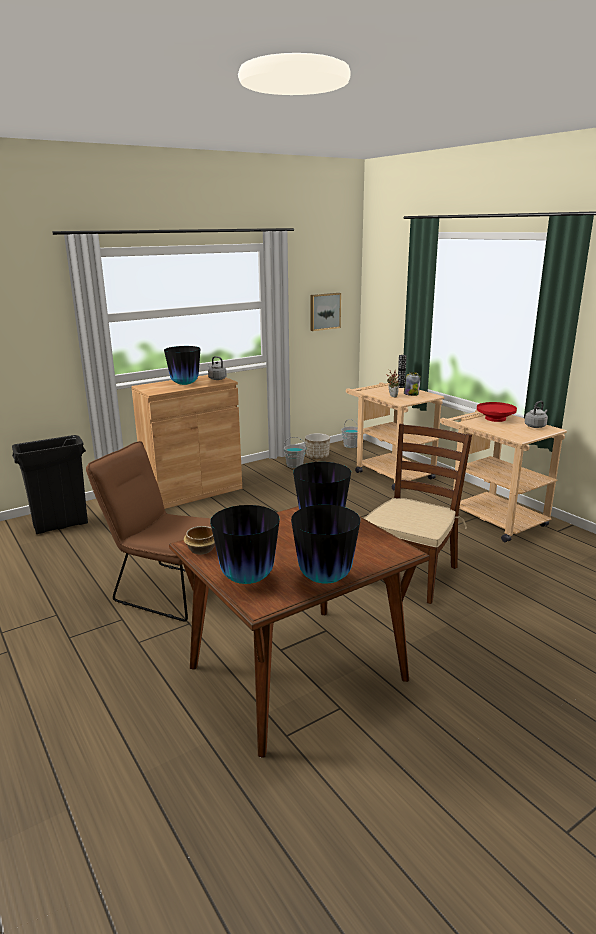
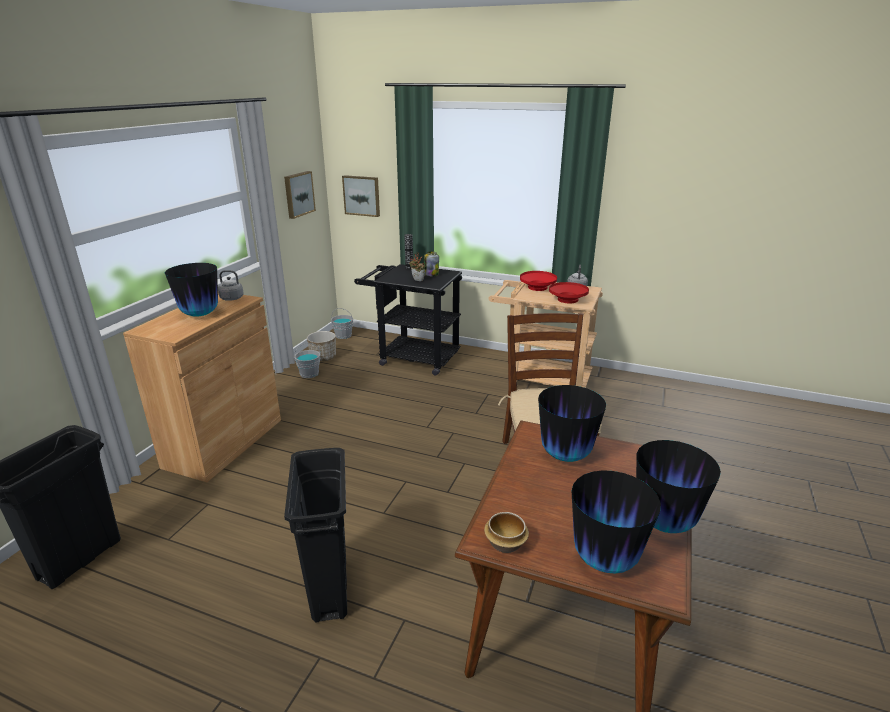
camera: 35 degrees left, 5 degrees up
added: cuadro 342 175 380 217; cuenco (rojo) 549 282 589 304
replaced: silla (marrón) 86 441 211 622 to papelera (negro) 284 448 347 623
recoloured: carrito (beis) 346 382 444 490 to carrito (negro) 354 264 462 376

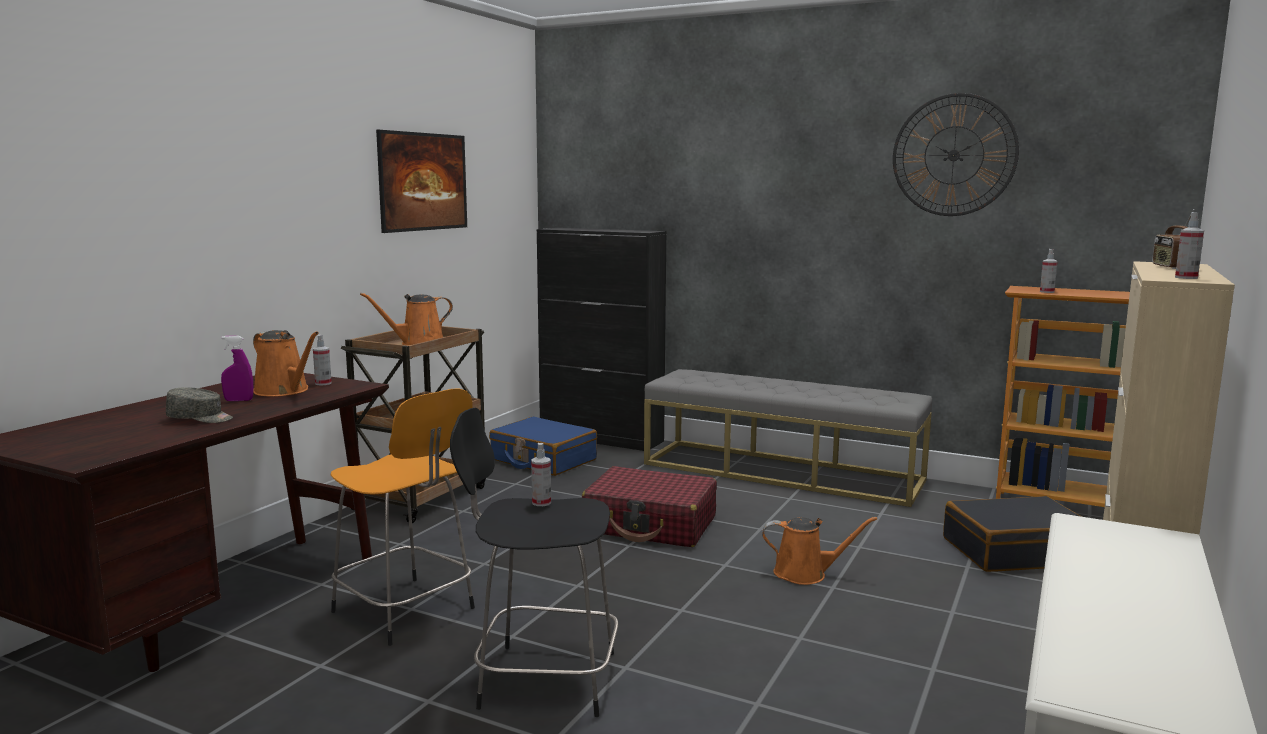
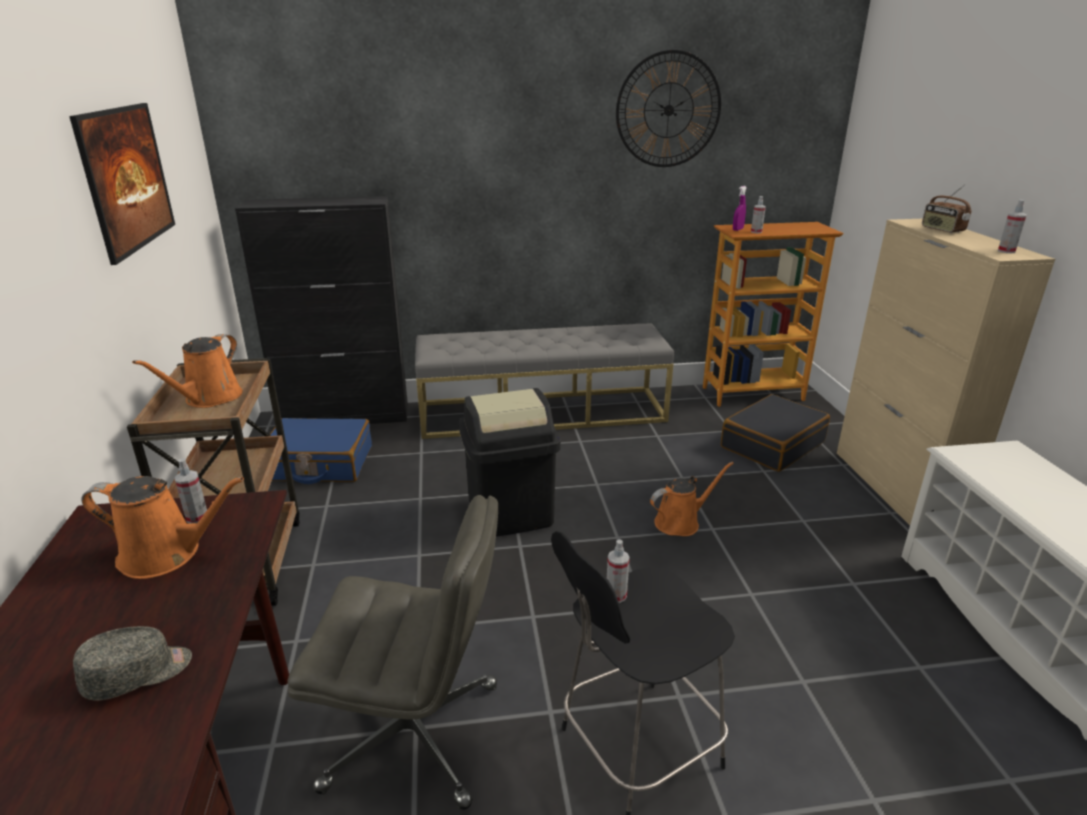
camera: 35 degrees left, 15 degrees up
moved: pulverizador (morado) 221 336 254 401 to 733 186 747 231
replaced: taburete (naranja) 330 389 475 646 to silla de oficina (gris) 287 495 498 810; maleta (rojo) 582 466 717 547 to papelera (negro) 459 388 561 537

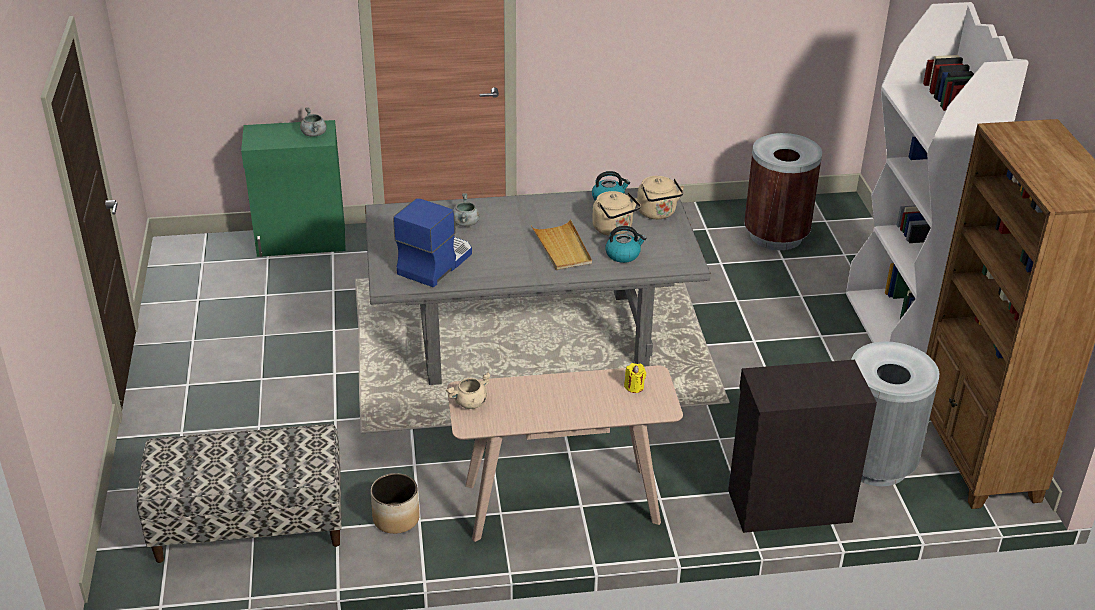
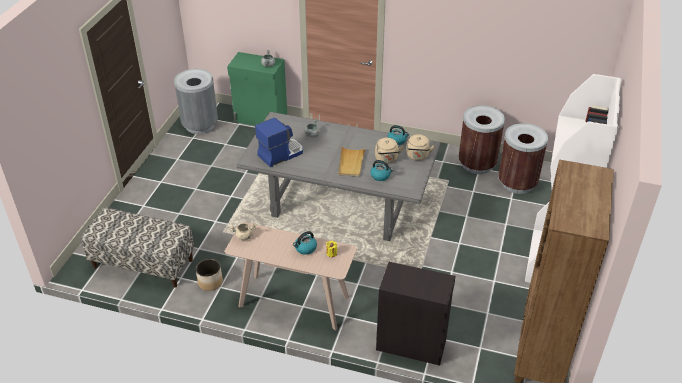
camera: 25 degrees right, 5 degrees up
added: hervidor 293 231 317 255; papelera (marrón) 459 105 505 174
moved: papelera (gris) 851 341 939 486 to 174 69 218 134

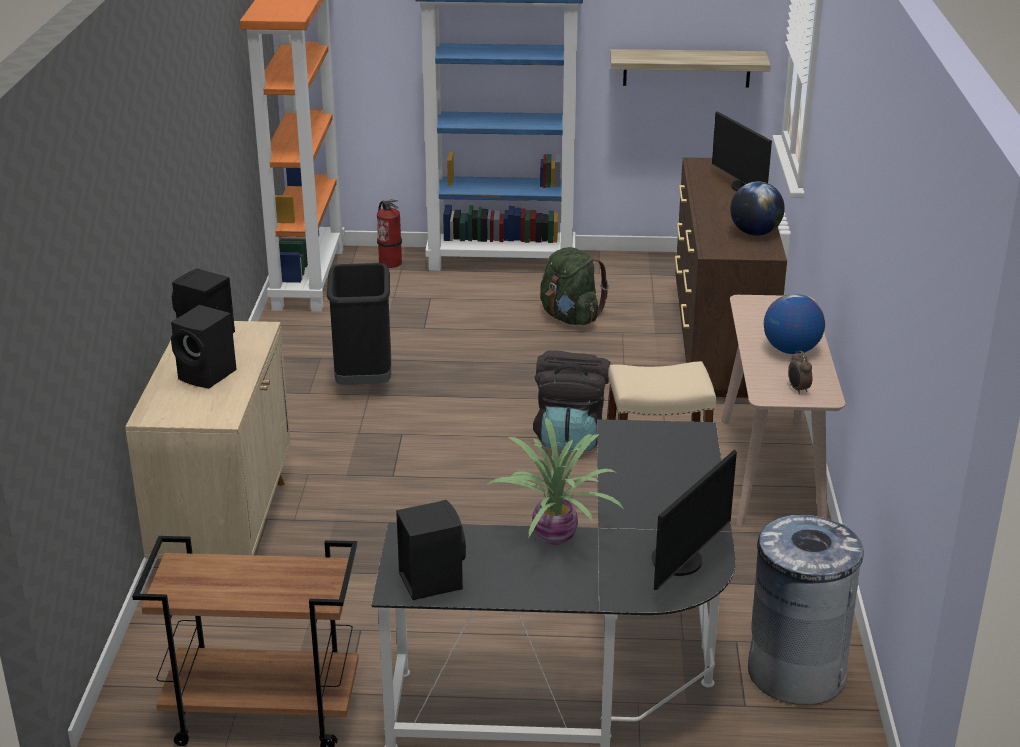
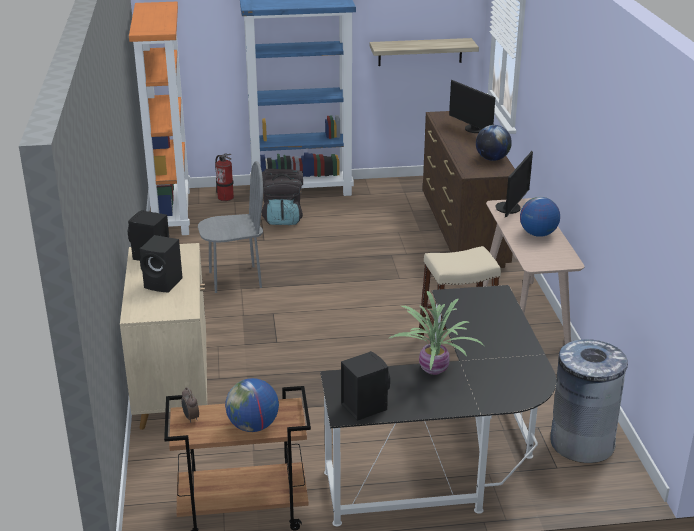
camera: 10 degrees left, 0 degrees up
removed: mochila (verde) 540 247 609 325
added: globo terráqueo 225 378 279 432
moved: despertador 788 351 813 395 to 181 387 199 423; mochila (negro) 533 350 610 451 to 262 169 303 225; monitor 651 449 737 590 to 495 151 533 217
replaced: papelera (negro) 327 263 391 385 to silla (gris) 198 161 263 293

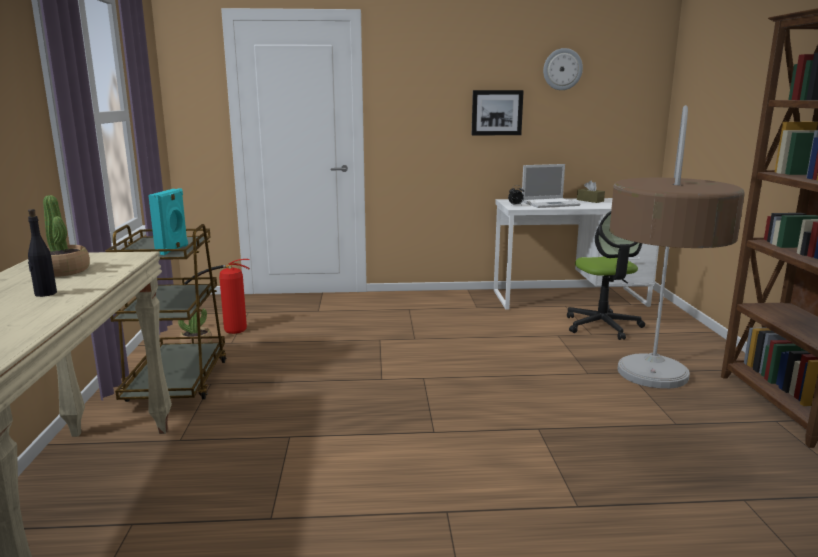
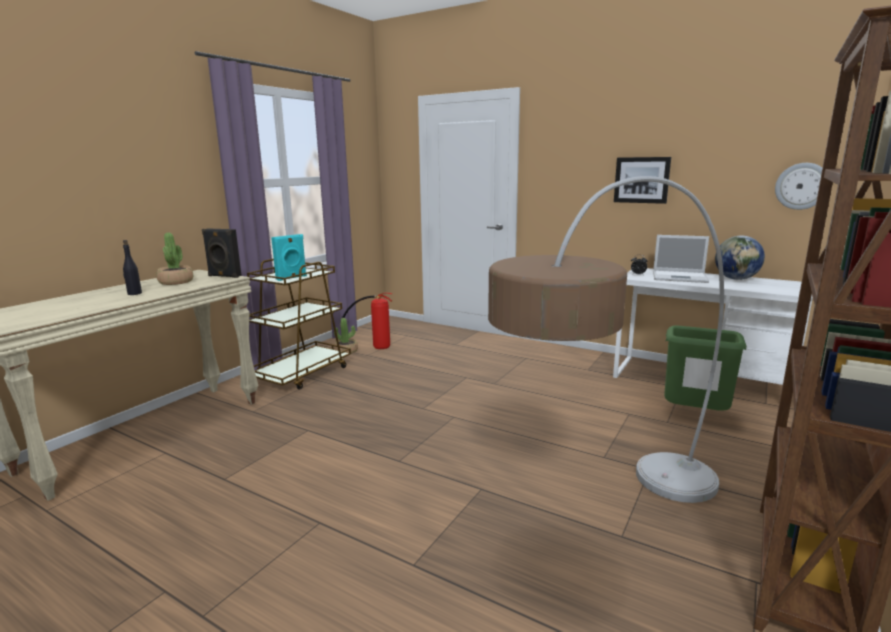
camera: 35 degrees right, 0 degrees up
added: altavoz (negro) 202 229 242 278
moved: reloj de pared 543 48 583 90 to 775 163 822 210
replaced: silla de oficina 567 211 645 340 to papelera (verde) 664 325 747 411; caja de pañuelos (marrón) 577 180 605 203 to globo terráqueo 715 235 765 280

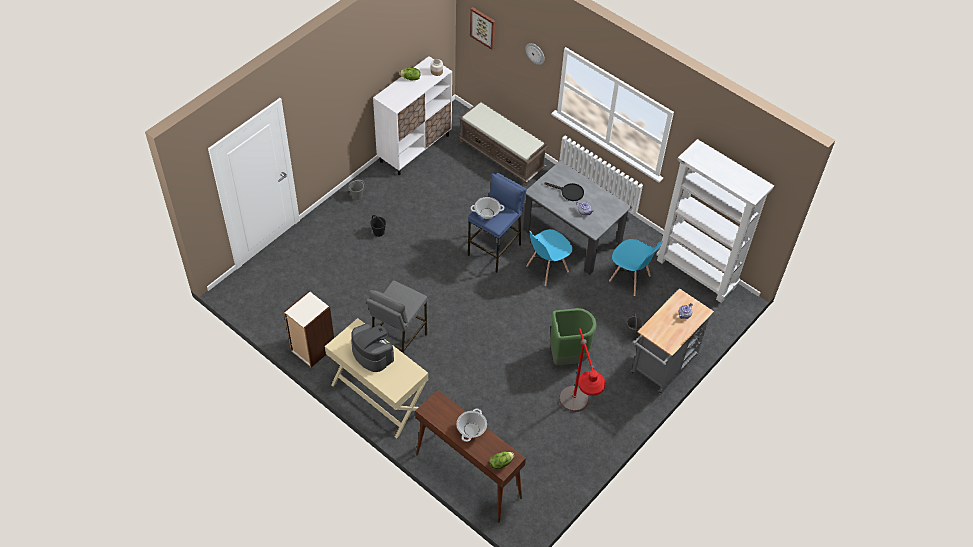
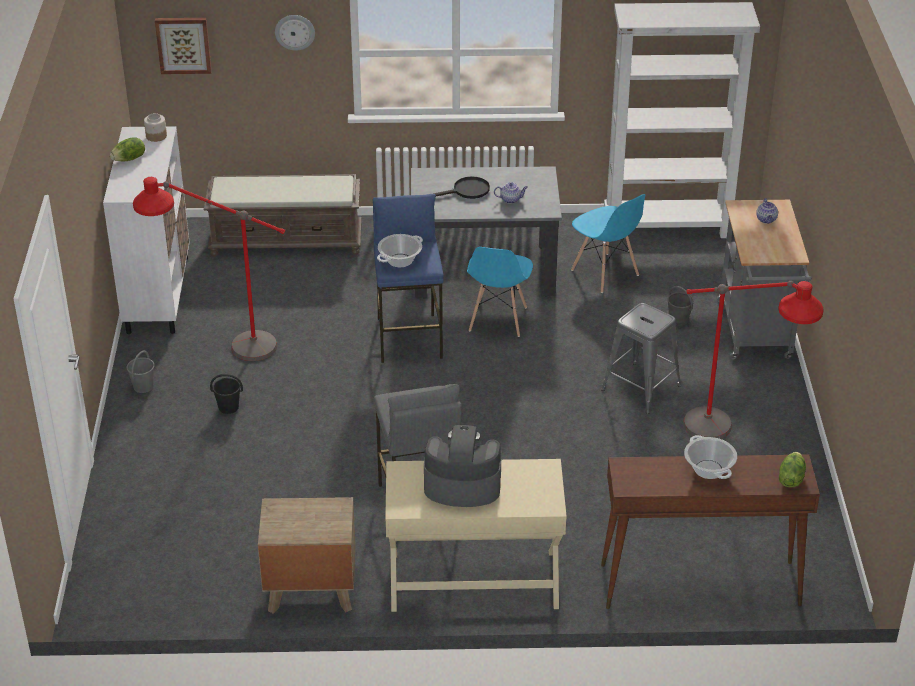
camera: 40 degrees left, 15 degrees down
added: lámpara de pie (rojo) 133 177 285 361
replaced: estantería 284 291 334 368 to mesita de noche (marrón) 258 497 355 614; papelera (verde) 550 308 597 366 to taburete (gris) 601 303 681 414
turned: silla (azul) 609 239 662 296 = 571 194 645 293 60 degrees clockwise

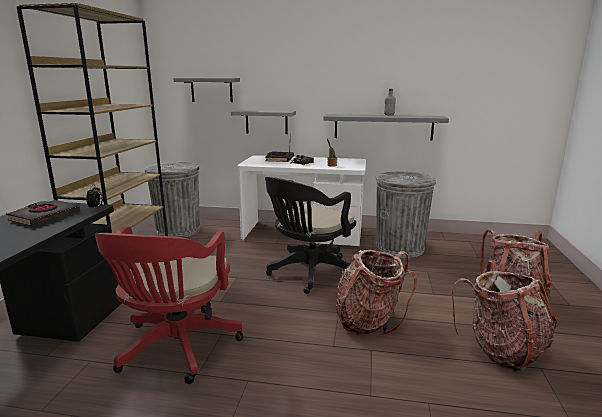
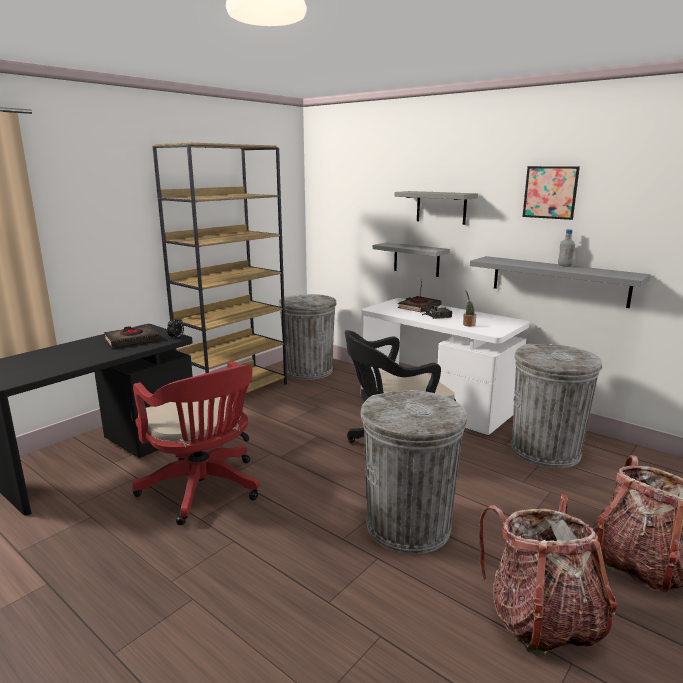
camera: 30 degrees right, 0 degrees up
added: cuadro 523 166 580 220
moved: estante (gris) 173 78 240 102 to 394 191 478 225
replaced: mochila 336 250 417 336 to papelera (gris) 361 390 467 554
turned: silla de oficina (rojo) 95 227 244 384 = 133 361 259 525 75 degrees counterclockwise

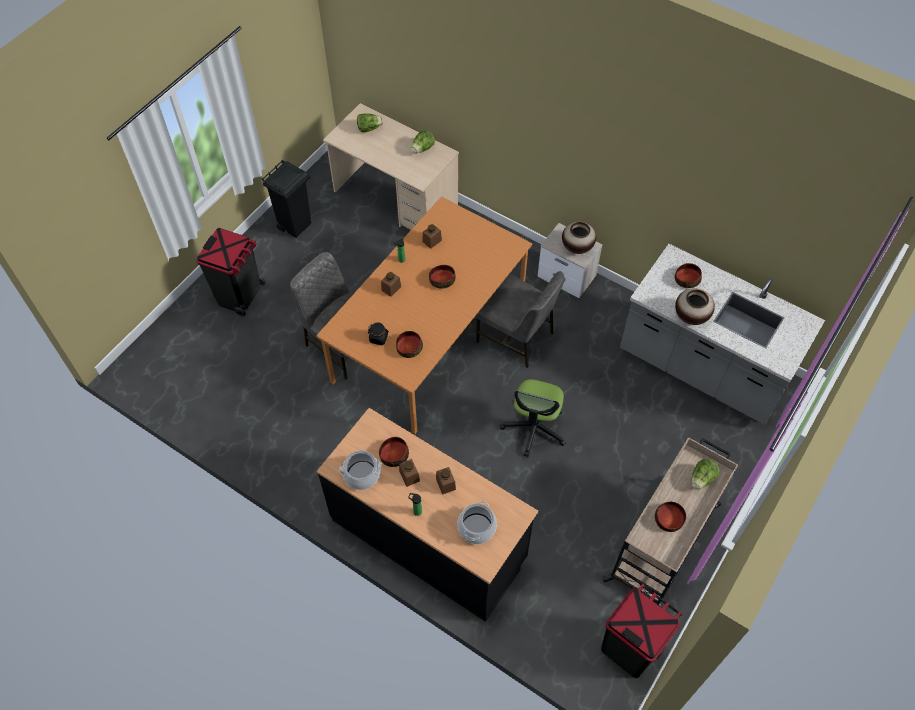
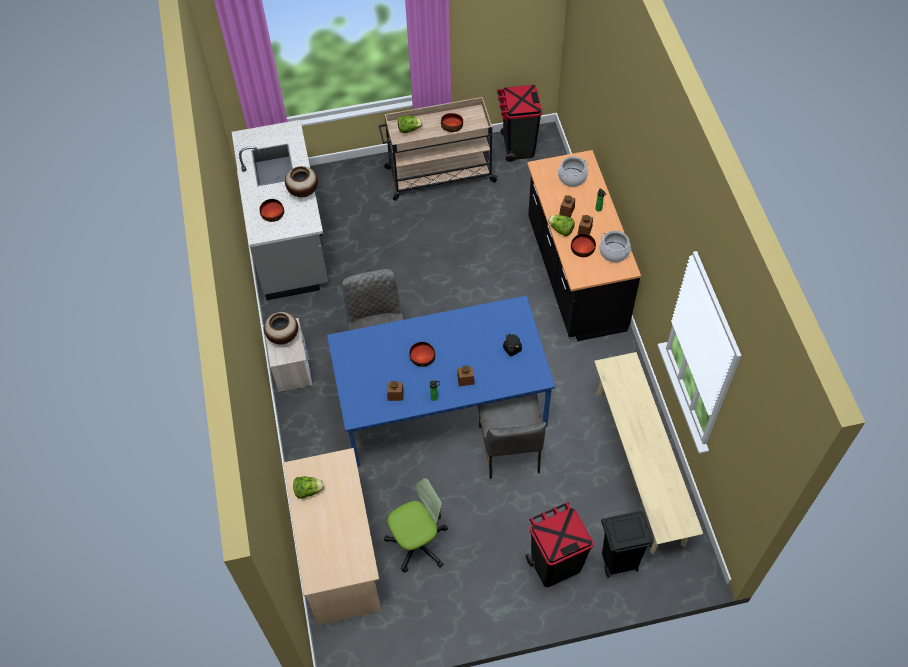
camera: 135 degrees left, 0 degrees up
removed: cuenco 396 331 423 358
added: banco (beis) 594 352 703 554
moved: silla de oficina 500 379 566 457 to 384 478 448 573; lechuga 357 113 383 132 to 548 215 575 236; papelera (negro) 262 160 311 238 to 601 511 653 577
recoloured: mesa de comedor (naranja) 316 197 532 434 to mesa de comedor (azul) 327 296 555 467

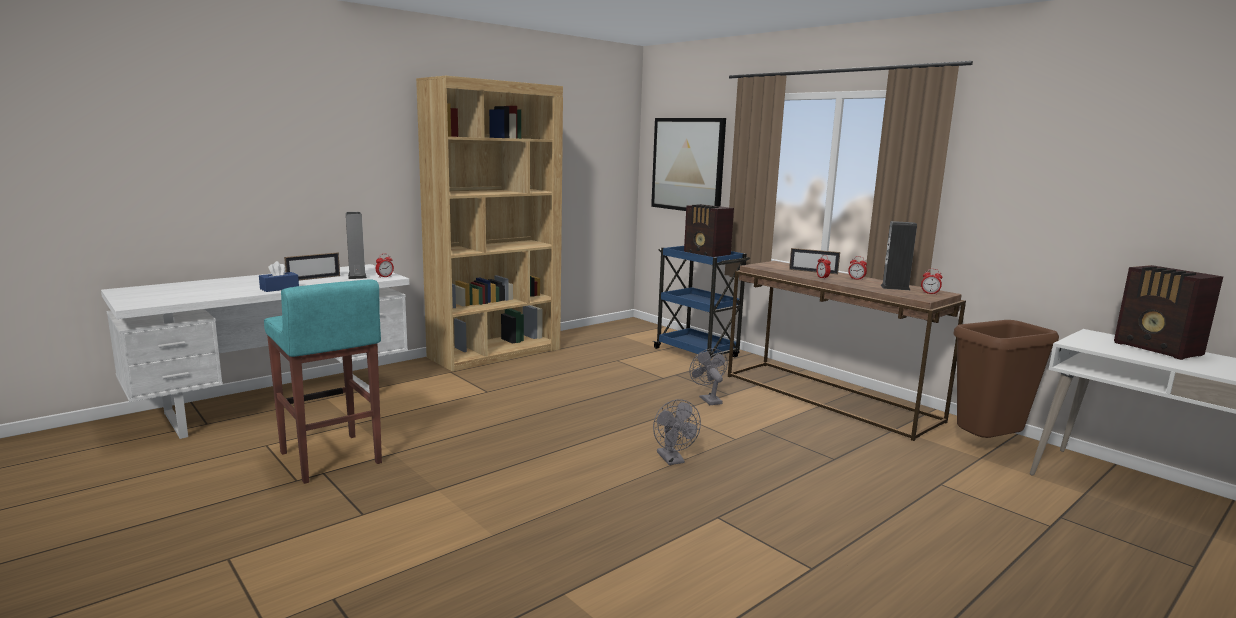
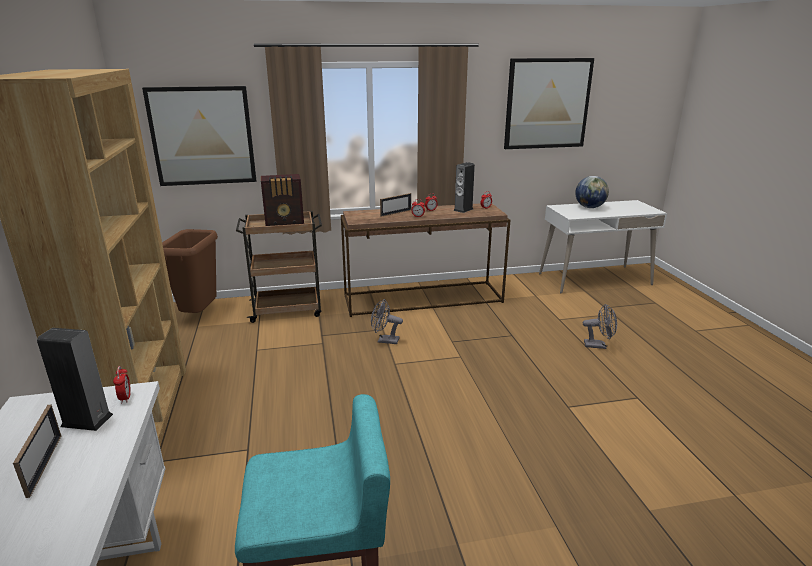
camera: 60 degrees left, 10 degrees up
removed: caja de pañuelos (azul) 259 261 299 292
added: cuadro 504 58 594 149
moved: papelera (marrón) 953 320 1059 438 to 162 229 218 313; ventilador (gris) 653 399 701 465 to 583 304 617 349
replaced: radio 1114 265 1224 360 to globo terráqueo 575 176 609 208
recoloured: carrito (azul) 653 246 750 358 to carrito (marrón) 236 211 322 323

